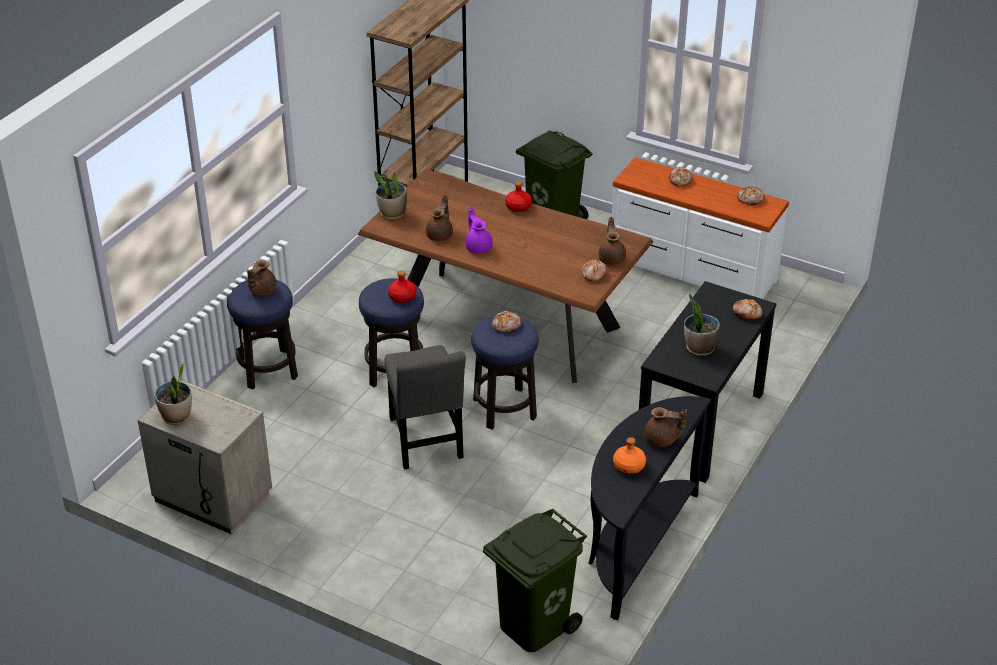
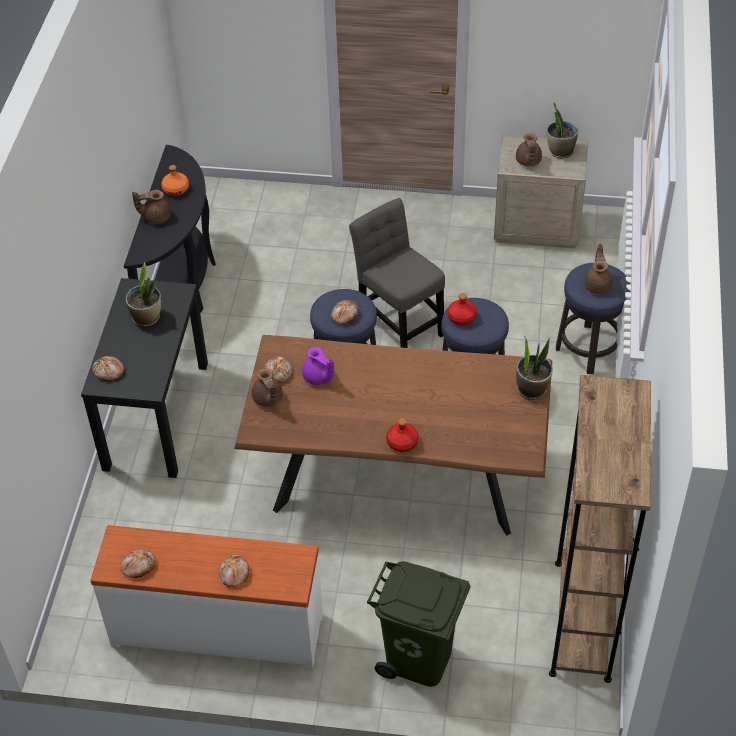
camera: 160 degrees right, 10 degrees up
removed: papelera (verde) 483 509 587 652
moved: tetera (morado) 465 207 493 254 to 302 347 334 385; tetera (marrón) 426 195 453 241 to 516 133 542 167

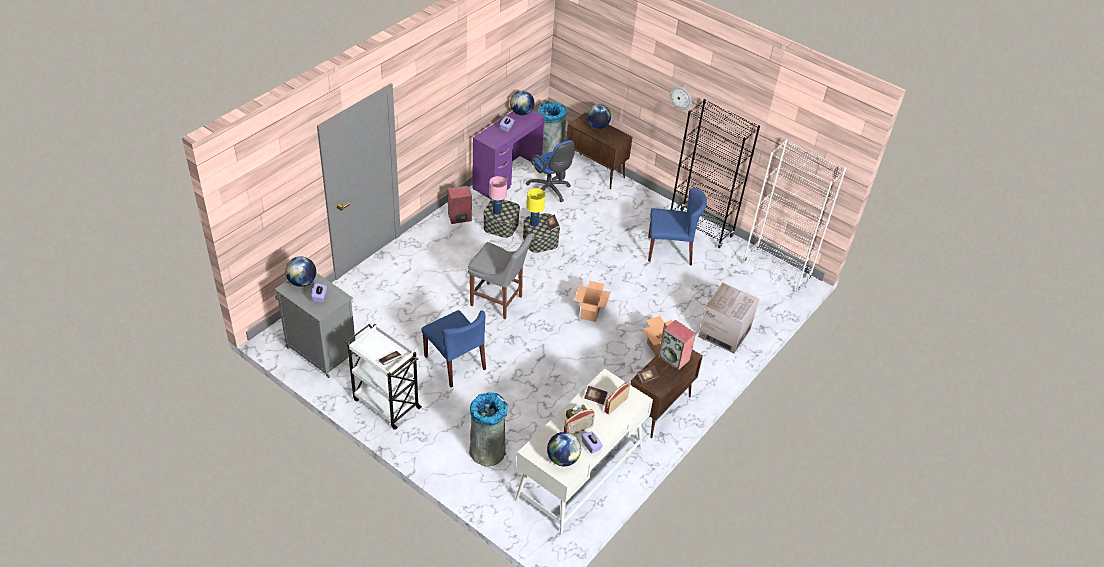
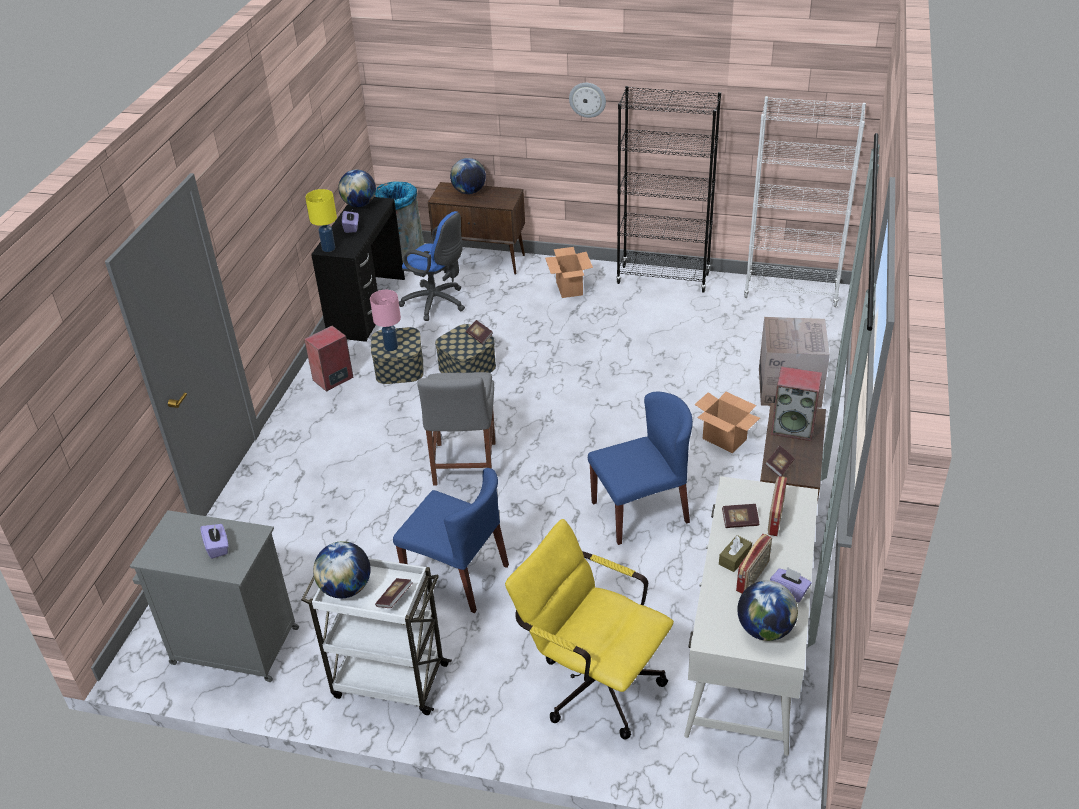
camera: 20 degrees left, 5 degrees down
moved: lámpara de mesa (amarillo) 527 188 545 227 to 305 189 337 252; globo terráqueo 285 257 316 287 to 313 541 371 598; caja de cartón 574 281 611 322 to 545 247 593 298; silla (azul) 648 188 707 265 to 588 392 693 545
replaced: papelera (gris) 469 392 508 467 to silla de oficina (amarillo) 505 519 674 739
recoloured: escritorio (morado) 472 110 545 200 to escritorio (negro) 311 197 405 342
turned: silla (gris) 468 234 533 319 = 417 372 495 485 90 degrees clockwise

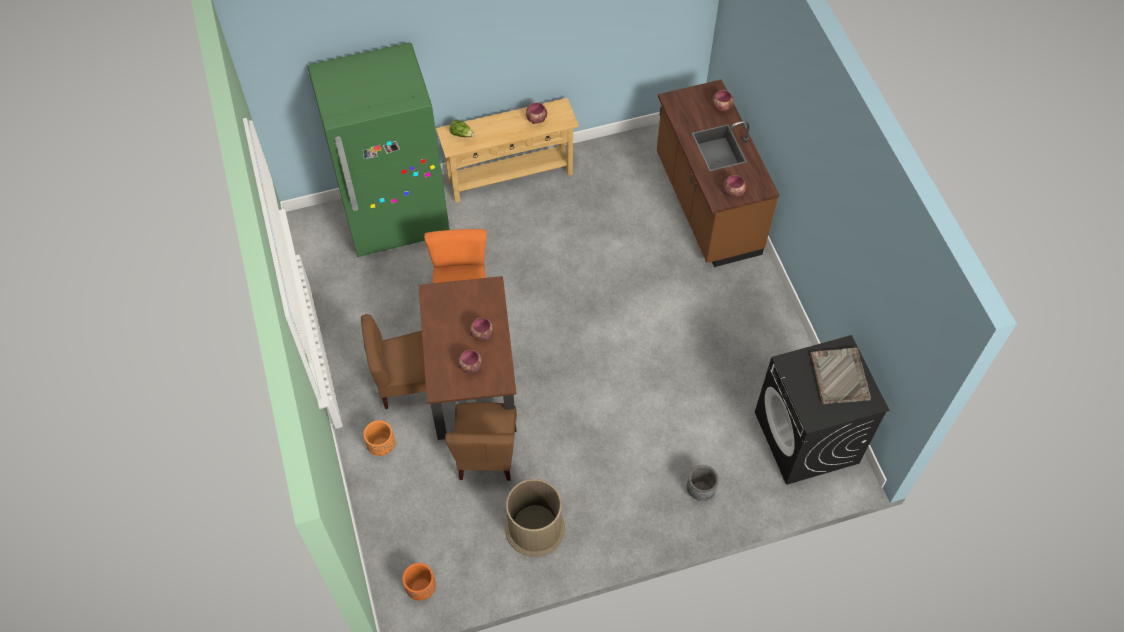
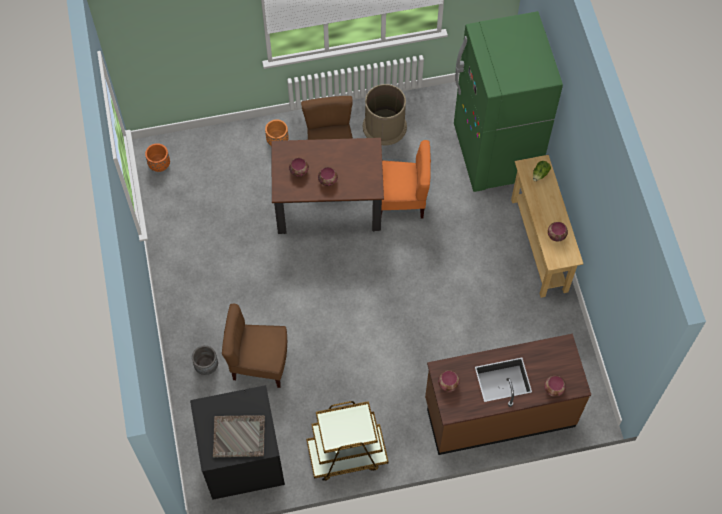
camera: 95 degrees right, 5 degrees up
added: carrito (marrón) 306 401 389 481
moved: silla (marrón) 445 402 517 481 to 222 304 287 388; papelera (marrón) 505 479 565 557 to 363 84 407 146

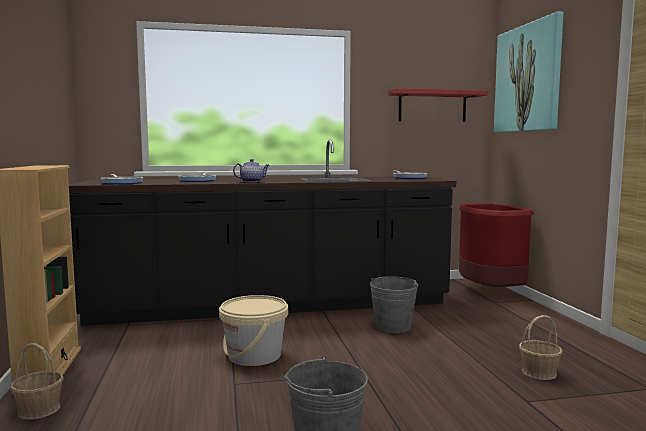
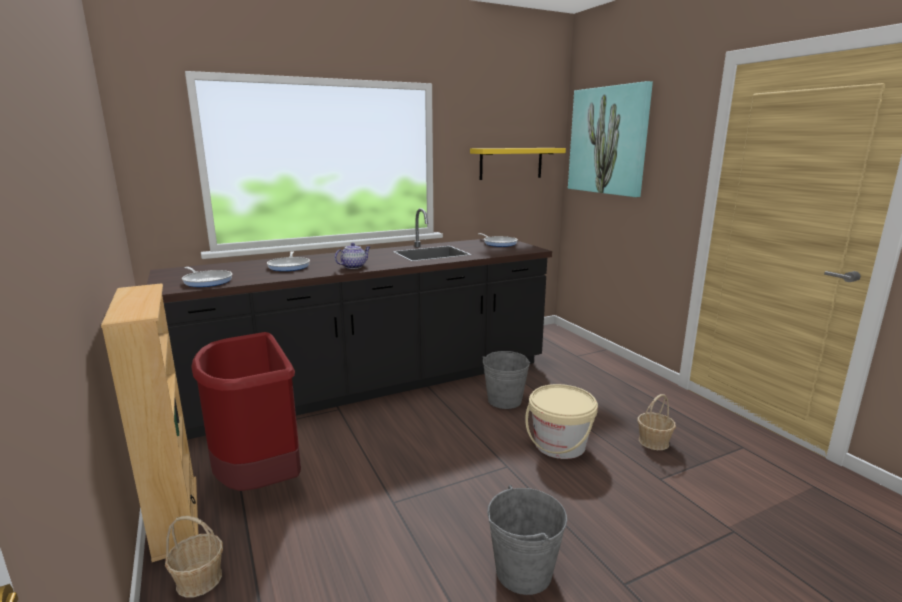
camera: 15 degrees left, 10 degrees up
moved: papelera (rojo) 459 203 534 287 to 191 332 301 491; cubo (beis) 219 295 288 366 to 525 384 598 459
recoloured: estante (rojo) 388 88 488 122 to estante (amarillo) 470 148 566 180

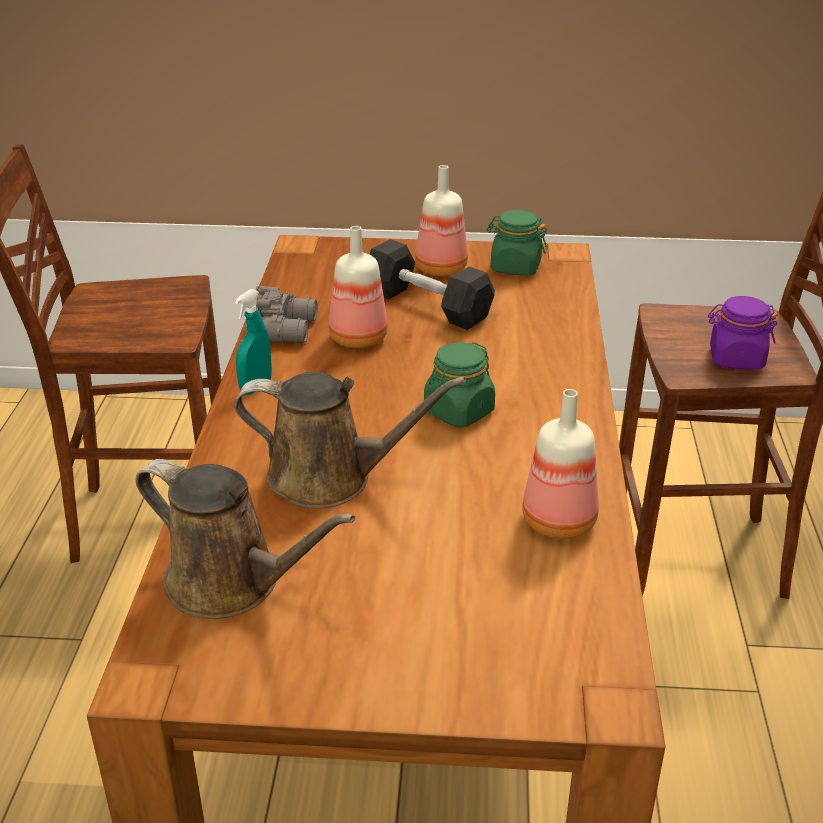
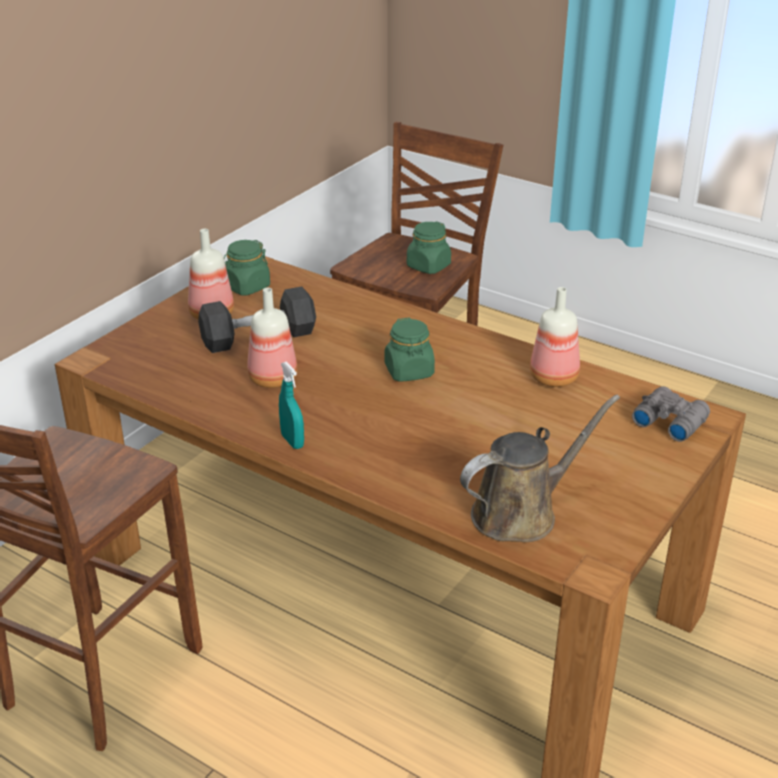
camera: 60 degrees left, 0 degrees up
removed: regadera (marrón) 234 372 466 509
moved: prismáticos (gris) 246 286 318 343 to 632 387 710 442
recoloured: tarro (morado) 708 296 778 369 to tarro (verde) 407 221 451 274

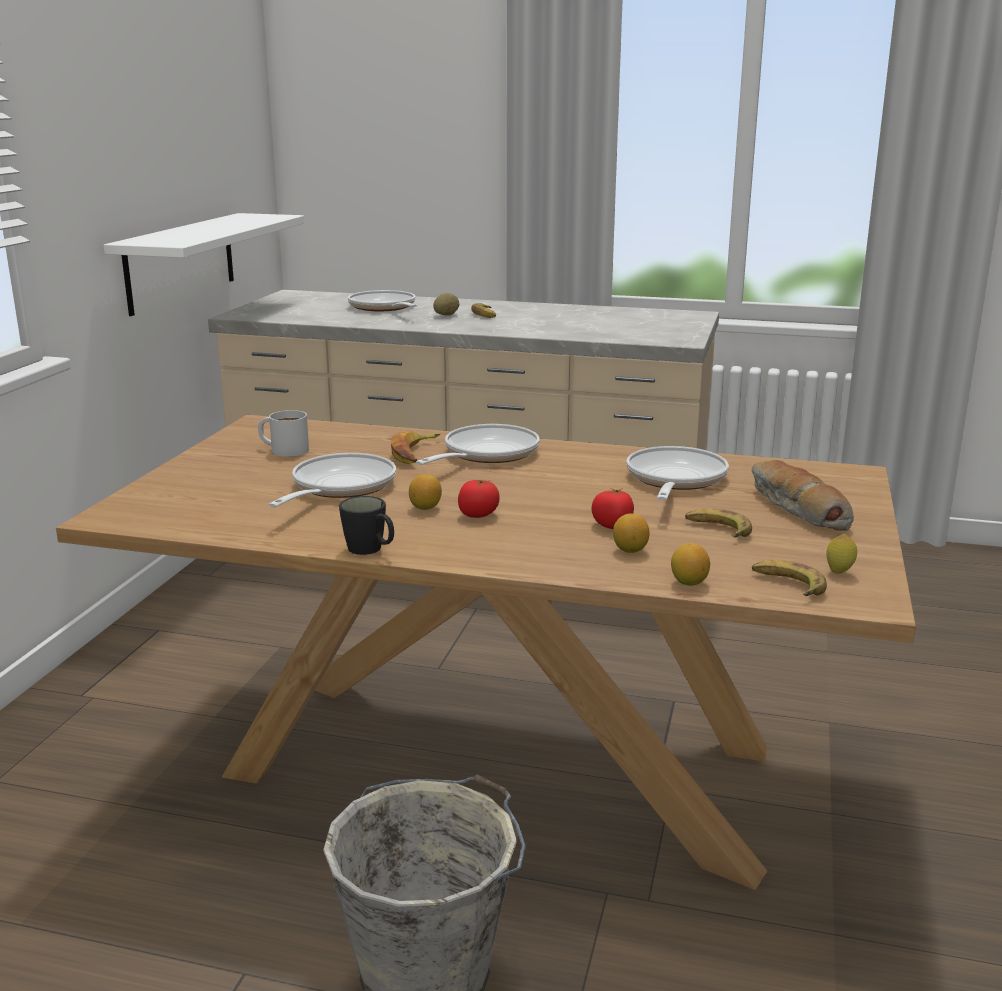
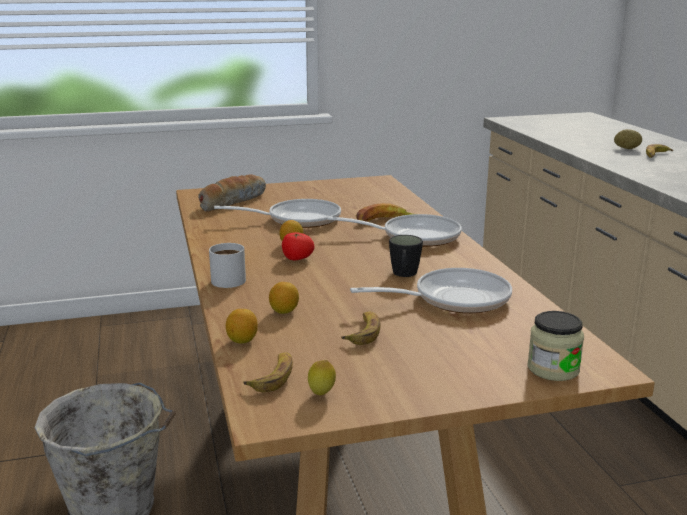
camera: 60 degrees right, 0 degrees up
removed: estante (blanco) 103 213 304 316; sartén 348 290 417 311; tomate 592 488 634 529
added: tarro 528 311 584 381
moved: pan 752 460 854 531 to 198 174 266 212; taza grande (blanco) 258 410 309 457 to 209 243 246 288; taza grande (negro) 339 496 394 555 to 389 235 423 277

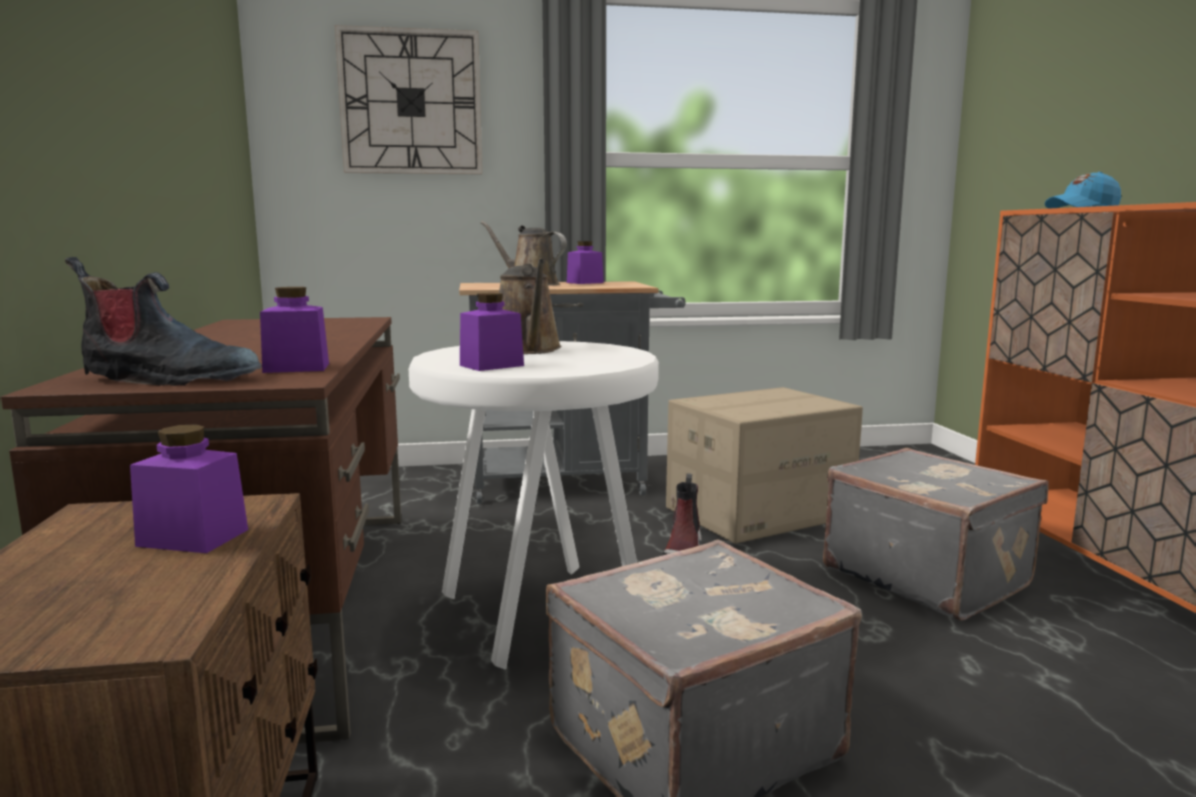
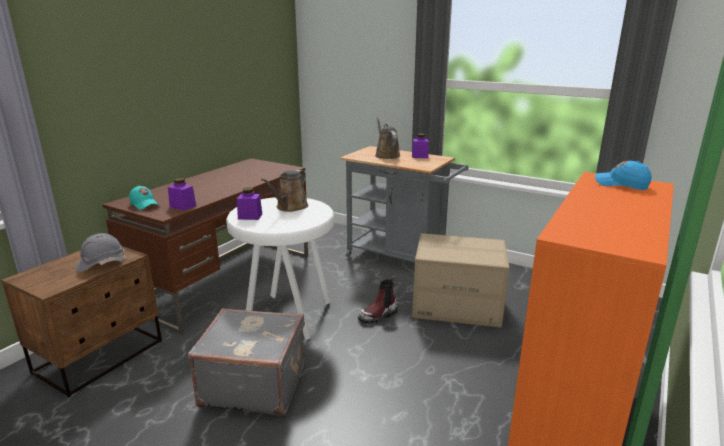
camera: 40 degrees right, 10 degrees up
removed: reloj de pared 335 25 482 174; maleta (gris) 823 448 1049 621
replaced: tarro (morado) 130 424 248 553 to casco (gris) 76 233 126 272; bota 65 257 262 386 to gorra (turquesa) 129 185 159 210

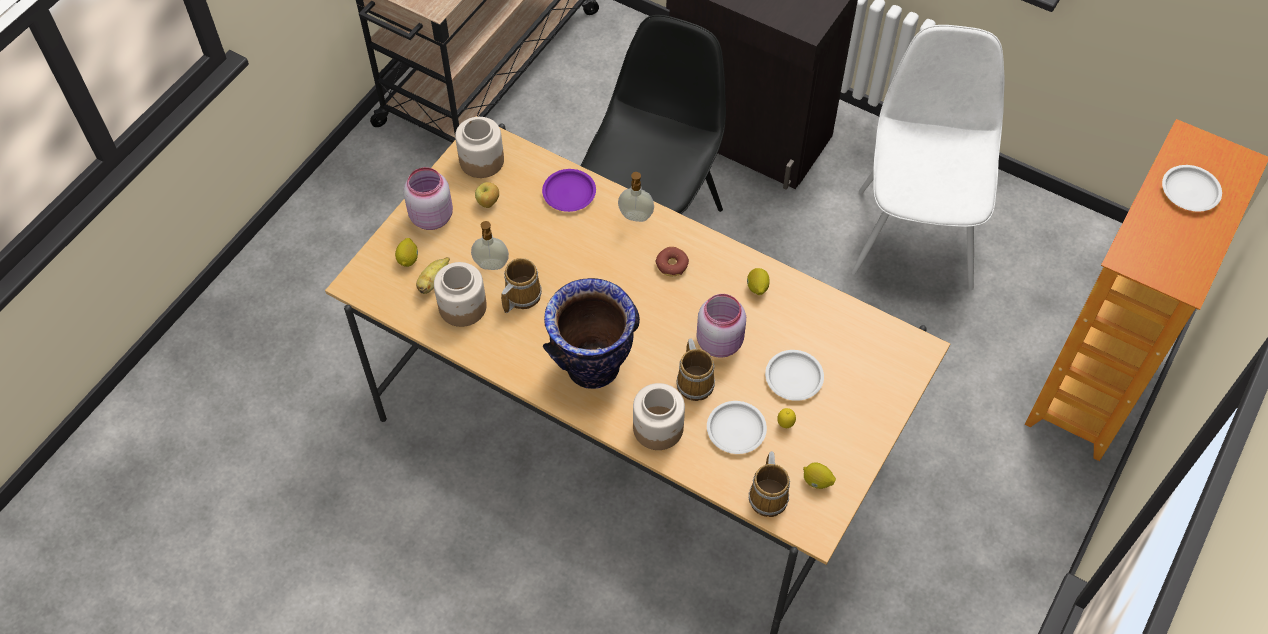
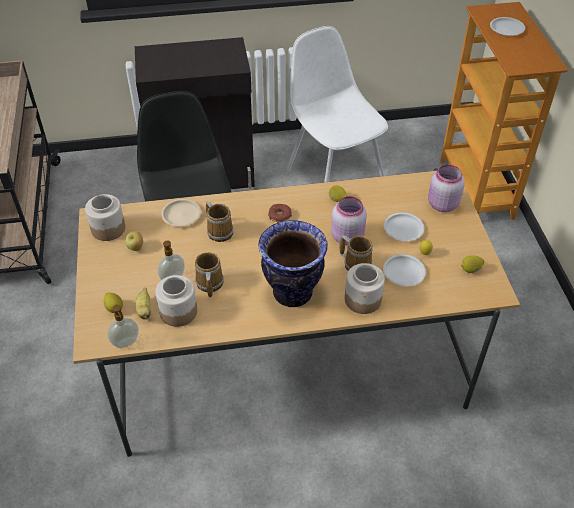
camera: 40 degrees left, 10 degrees down
moved: dispensador de jabón 618 172 654 222 to 108 305 139 348; taza grande 748 451 790 517 to 206 201 233 242; tarro (rosa) 403 167 453 230 to 428 165 465 212
recoloured: plato (morado) 542 169 596 212 to plato (beis) 161 199 201 227

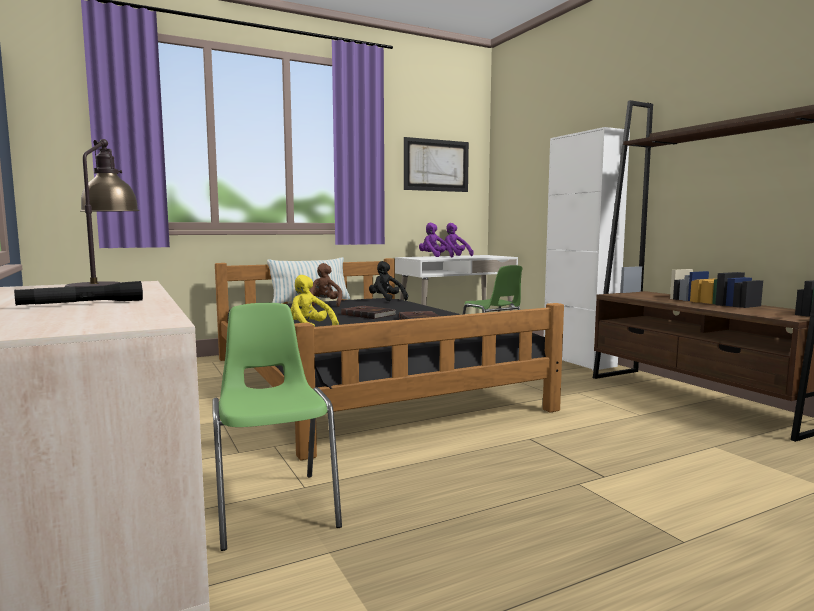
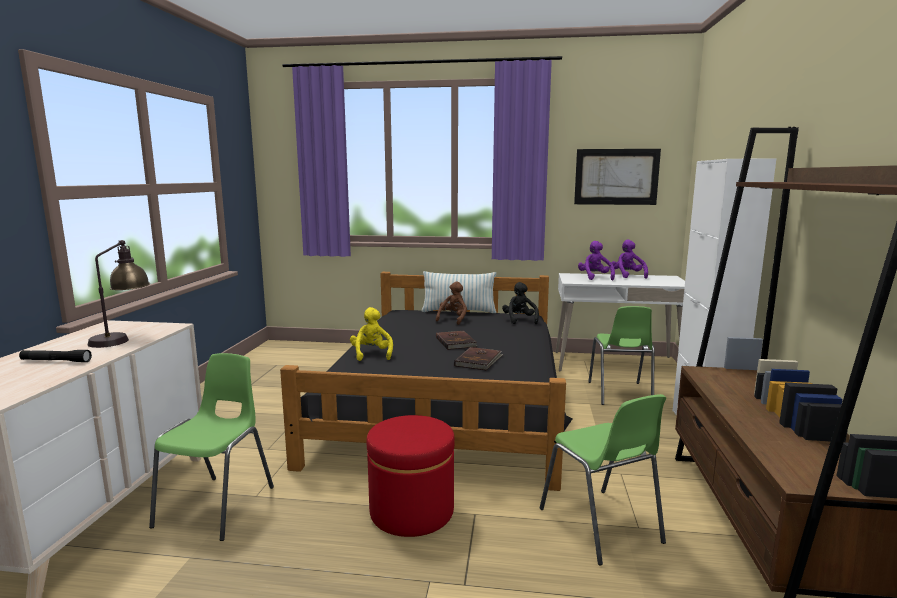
camera: 35 degrees right, 5 degrees up
added: puf (rojo) 367 415 455 537; silla (verde) 540 394 666 565

